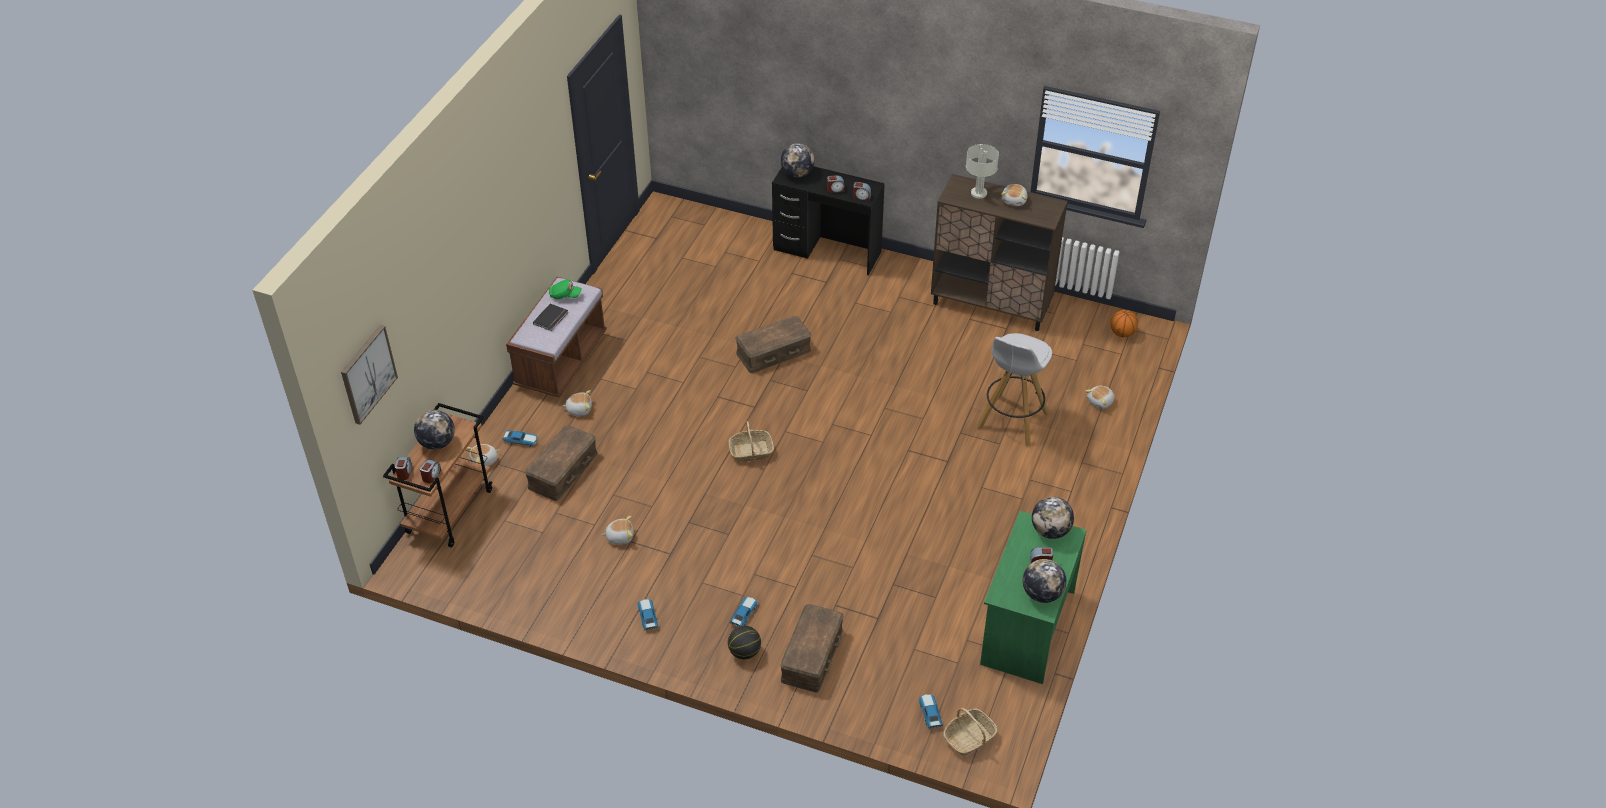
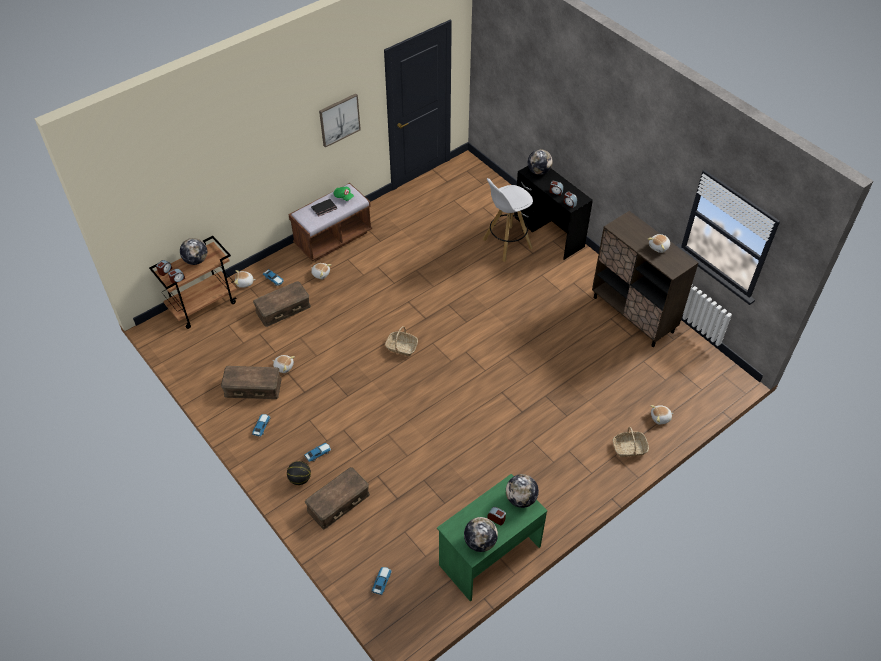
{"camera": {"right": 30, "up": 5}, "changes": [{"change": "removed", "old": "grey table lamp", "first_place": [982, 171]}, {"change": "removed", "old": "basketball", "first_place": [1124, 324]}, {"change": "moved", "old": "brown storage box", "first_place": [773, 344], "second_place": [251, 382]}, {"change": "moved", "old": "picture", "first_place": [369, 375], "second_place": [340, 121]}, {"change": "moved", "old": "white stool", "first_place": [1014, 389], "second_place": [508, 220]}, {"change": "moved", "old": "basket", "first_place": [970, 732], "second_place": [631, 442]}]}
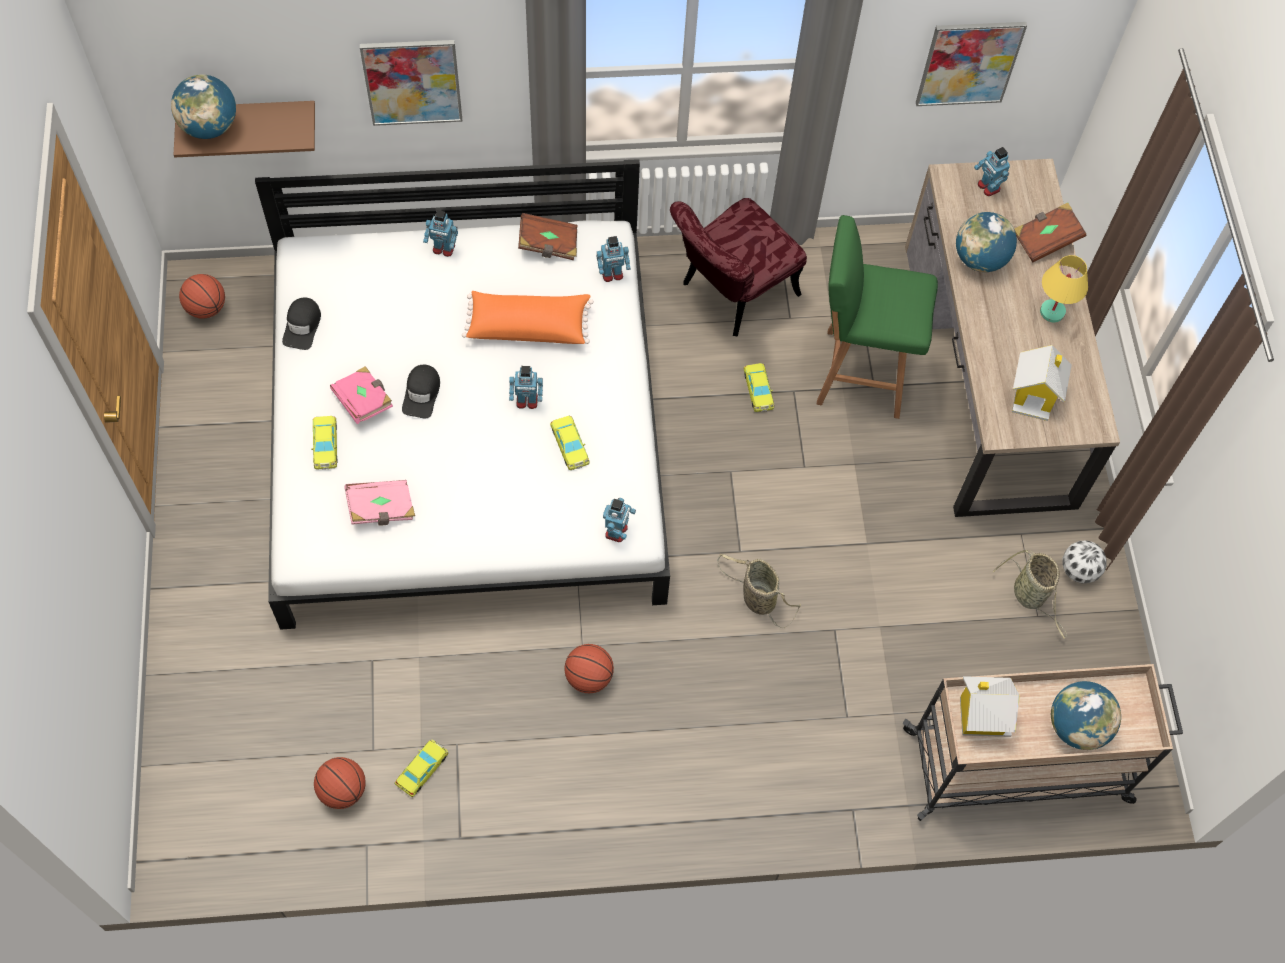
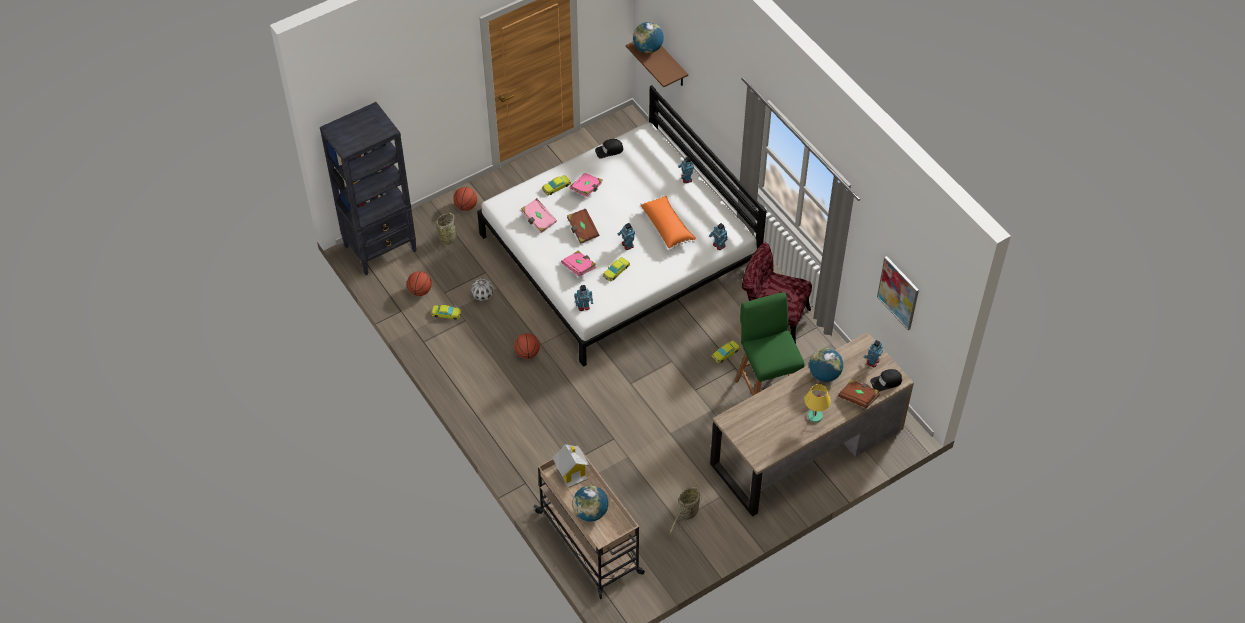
{"camera": {"right": 65, "up": -10}, "changes": [{"change": "removed", "old": "picture", "first_place": [411, 83]}, {"change": "moved", "old": "brown book", "first_place": [547, 236], "second_place": [583, 226]}, {"change": "moved", "old": "basketball", "first_place": [202, 296], "second_place": [465, 199]}, {"change": "removed", "old": "toy house", "first_place": [1042, 383]}, {"change": "moved", "old": "black cap", "first_place": [421, 391], "second_place": [886, 380]}, {"change": "moved", "old": "football", "first_place": [1084, 561], "second_place": [482, 289]}, {"change": "moved", "old": "basket", "first_place": [759, 591], "second_place": [448, 233]}, {"change": "added", "new": "black bookcase", "second_place": [368, 188]}, {"change": "added", "new": "pink book", "second_place": [578, 264]}]}
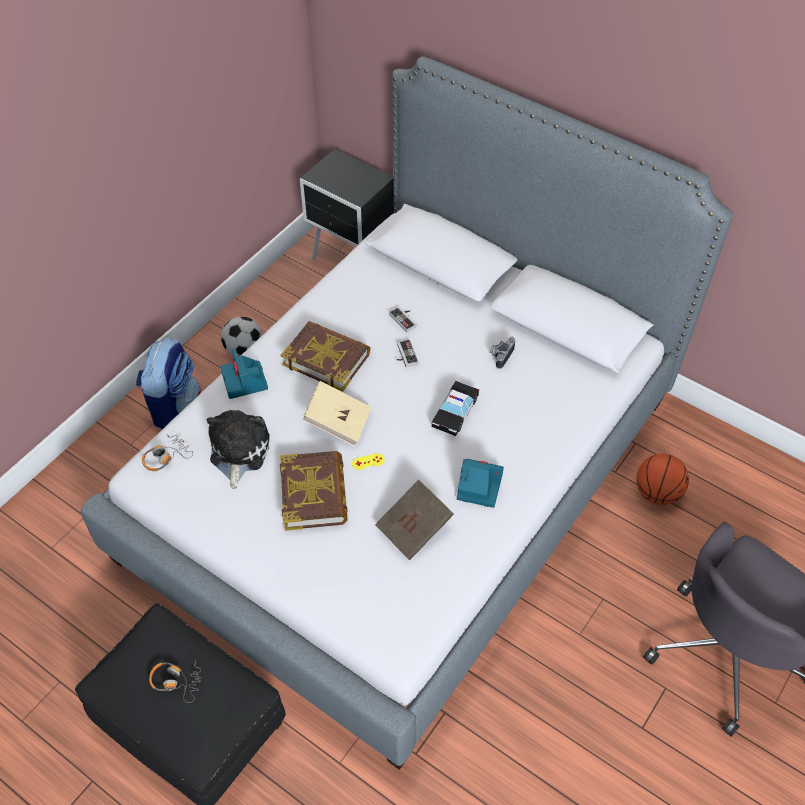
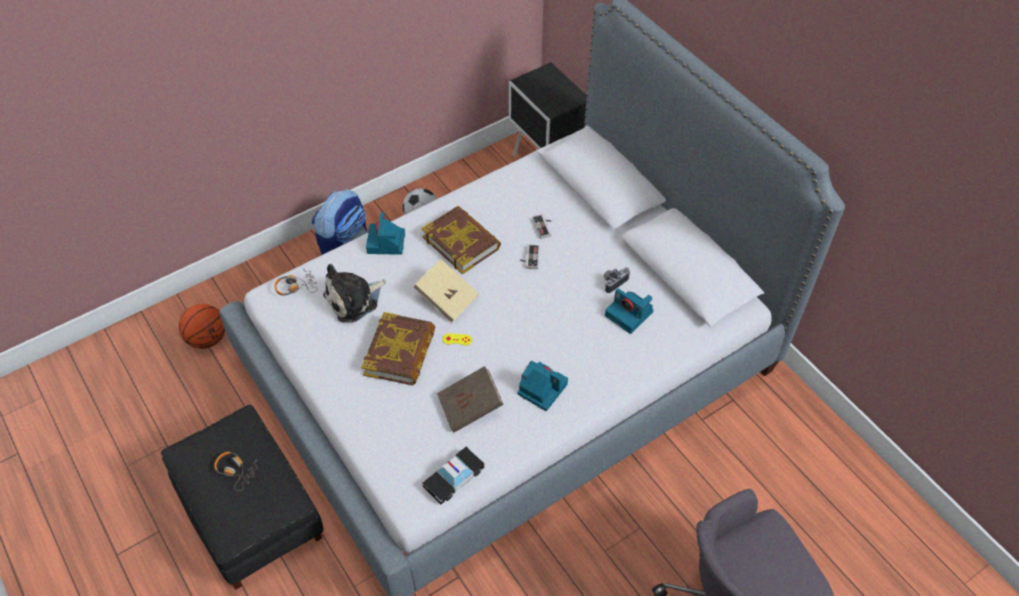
{"camera": {"right": 20, "up": 0}, "changes": [{"change": "moved", "old": "toy car", "first_place": [455, 408], "second_place": [453, 476]}, {"change": "turned", "old": "plush toy", "first_place": [238, 449], "second_place": [354, 293], "degrees": -150}, {"change": "moved", "old": "basketball", "first_place": [662, 479], "second_place": [202, 326]}, {"change": "added", "new": "photo camera", "second_place": [629, 311]}]}
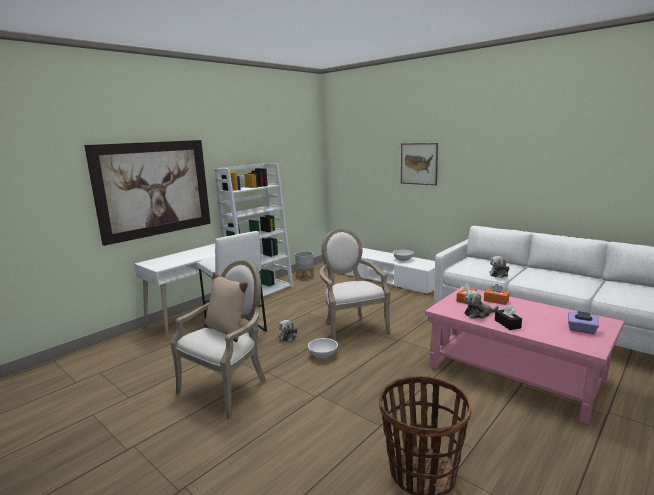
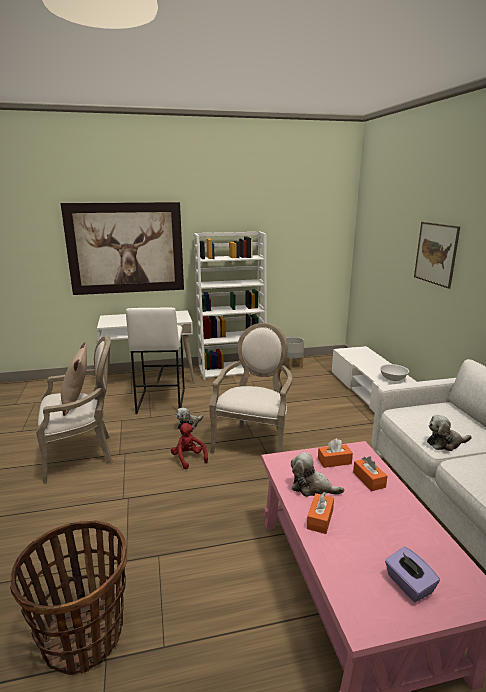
{"camera": {"right": 35, "up": 5}, "changes": [{"change": "recoloured", "old": "black tissue box", "new": "orange tissue box", "first_place": [508, 317], "second_place": [320, 513]}, {"change": "replaced", "old": "white bowl", "new": "red plush toy", "first_place": [323, 348], "second_place": [189, 446]}]}
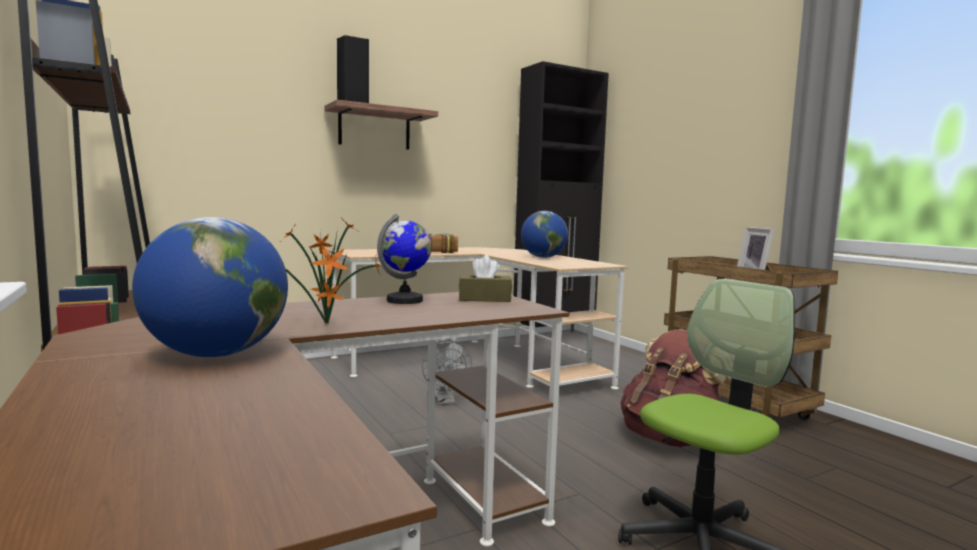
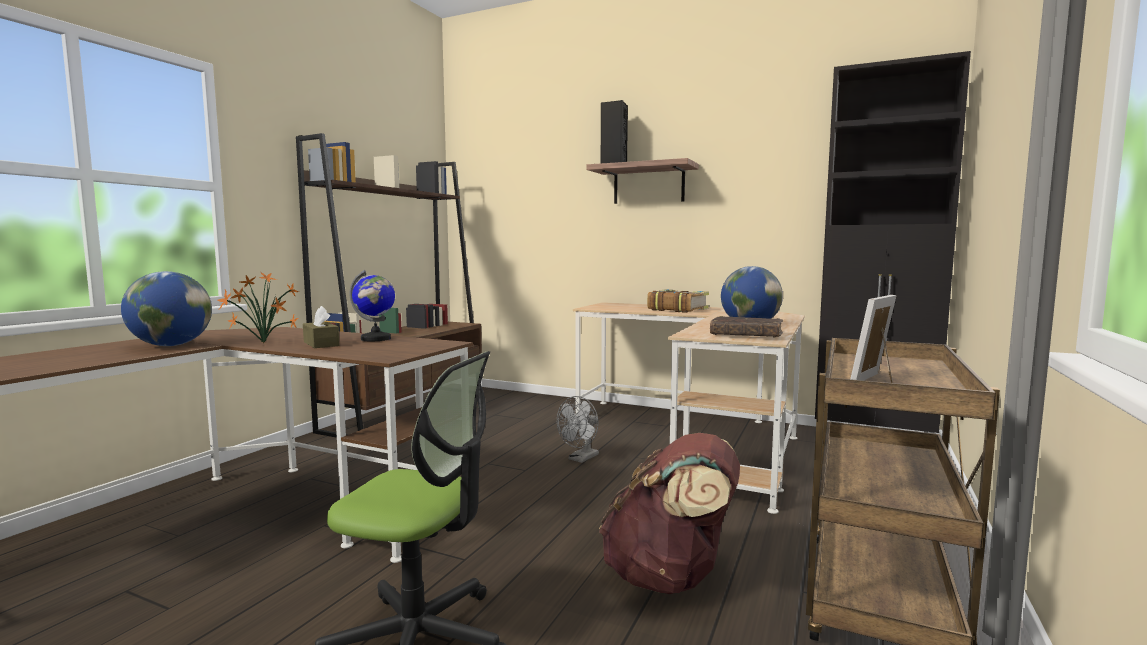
{"camera": {"right": 55, "up": 0}, "changes": [{"change": "moved", "old": "brown tissue box", "first_place": [485, 278], "second_place": [321, 327]}, {"change": "added", "new": "brown book", "second_place": [746, 326]}]}
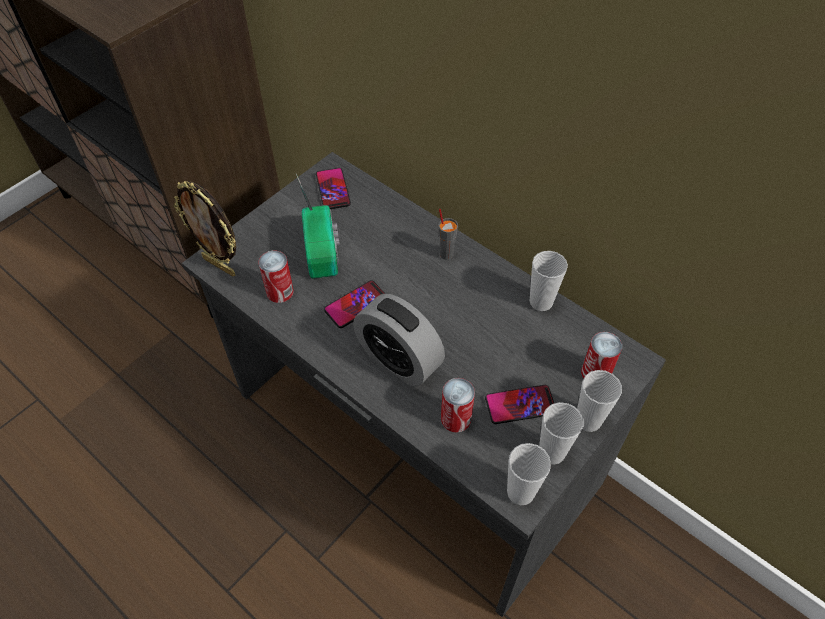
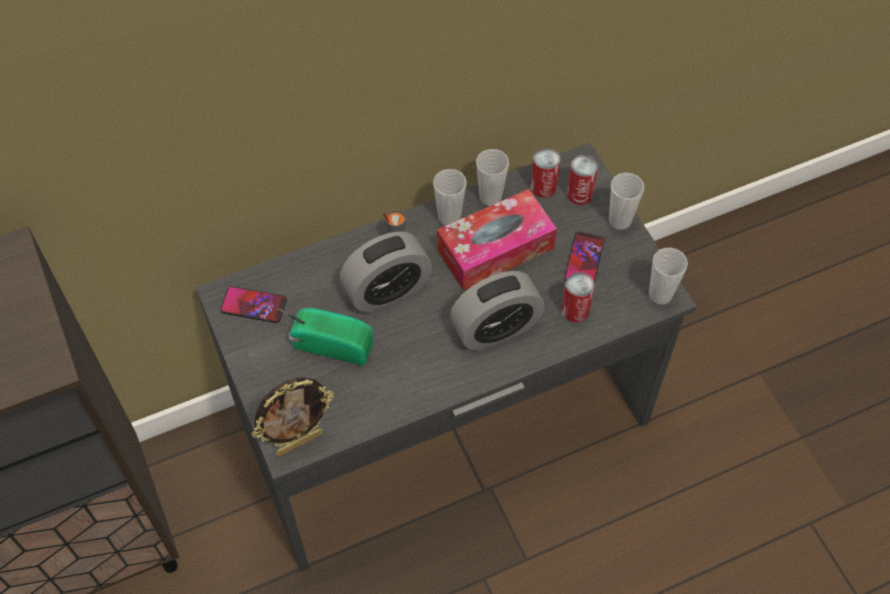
{"camera": {"right": -65, "up": 5}, "changes": [{"change": "moved", "old": "can", "first_place": [276, 277], "second_place": [545, 173]}, {"change": "removed", "old": "phone", "first_place": [354, 304]}, {"change": "moved", "old": "cup", "first_place": [561, 433], "second_place": [450, 197]}, {"change": "added", "new": "tissue box", "second_place": [497, 240]}, {"change": "added", "new": "alarm clock", "second_place": [386, 272]}]}
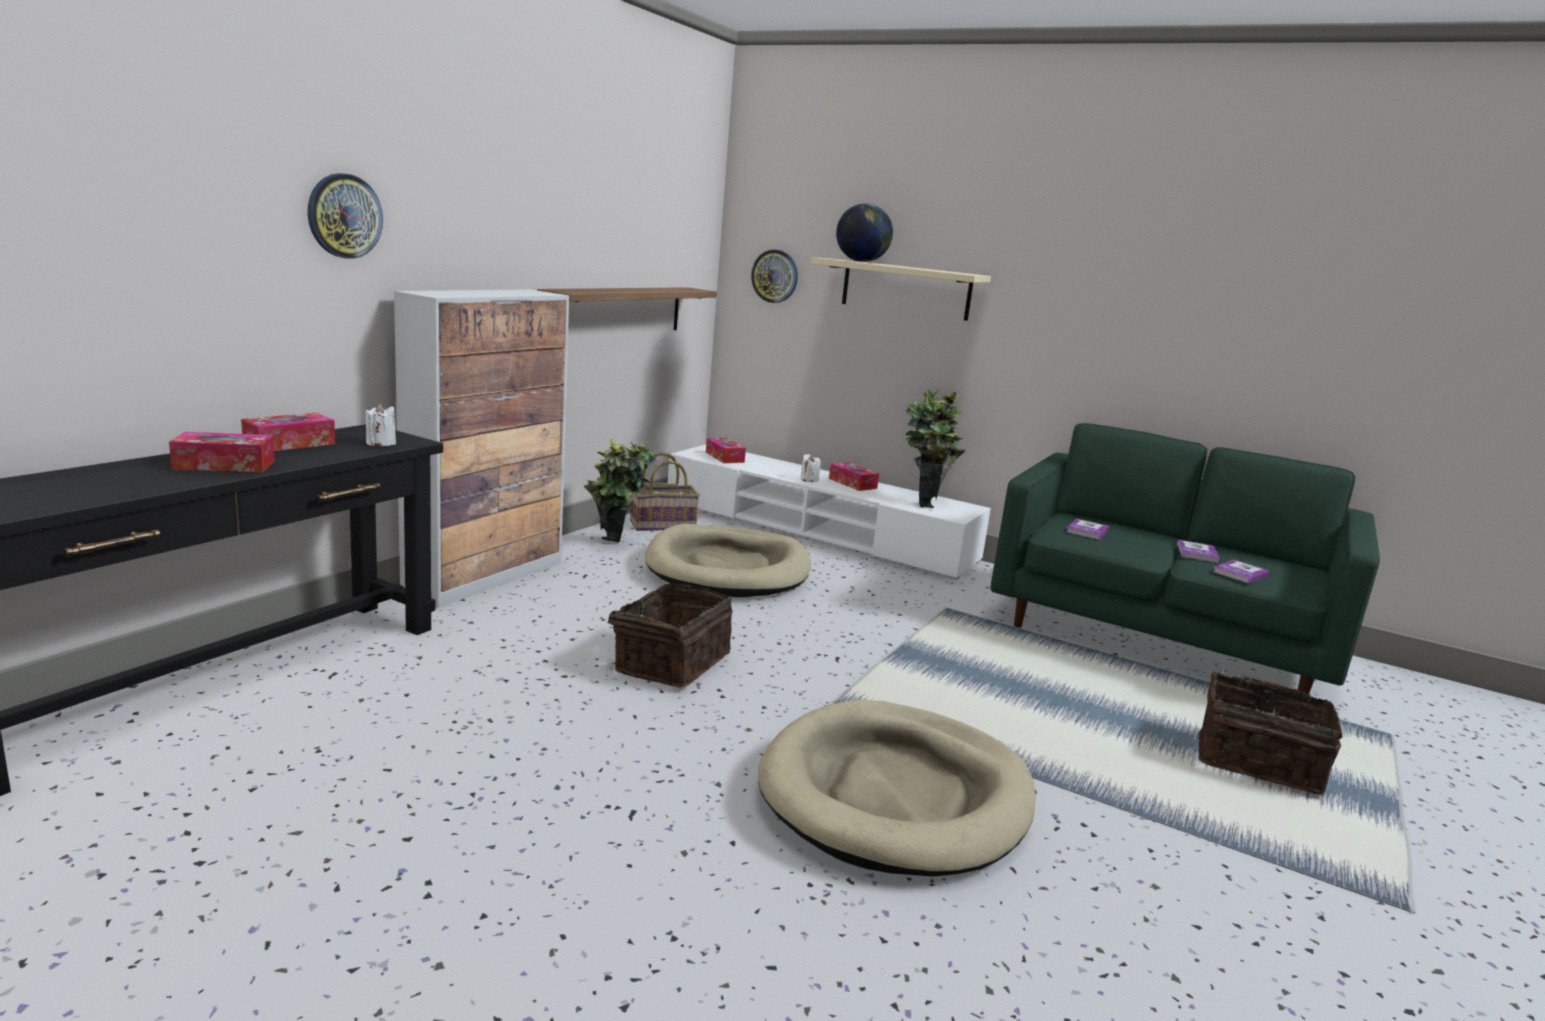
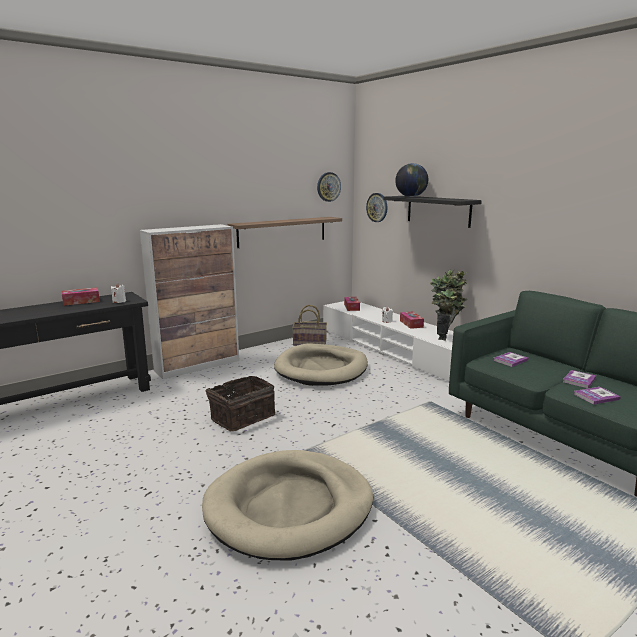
{"camera": {"right": 25, "up": 0}, "changes": [{"change": "moved", "old": "wall clock", "first_place": [345, 216], "second_place": [329, 187]}, {"change": "recoloured", "old": "beige shelf", "new": "black shelf", "first_place": [901, 289], "second_place": [432, 212]}, {"change": "removed", "old": "tissue box", "first_place": [222, 452]}, {"change": "removed", "old": "potted plant", "first_place": [619, 490]}, {"change": "removed", "old": "basket", "first_place": [1270, 732]}]}
